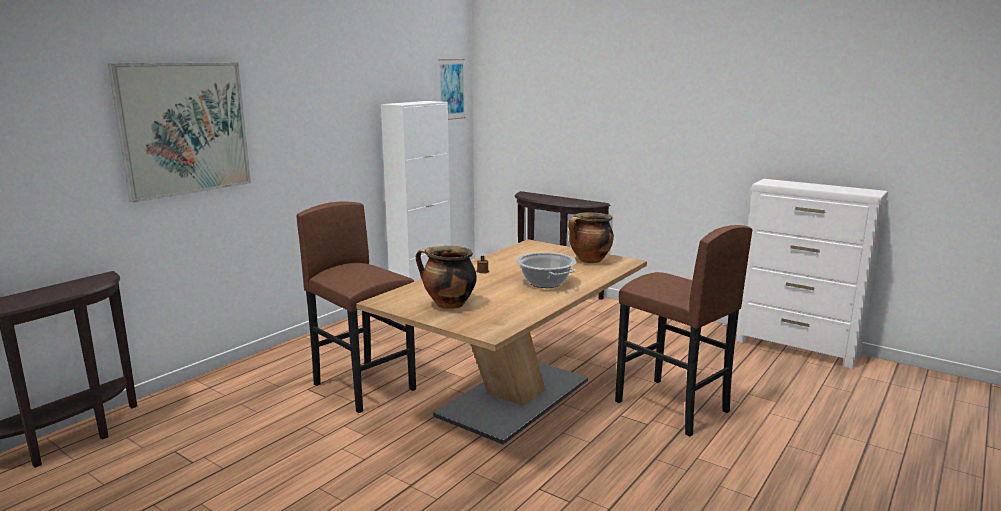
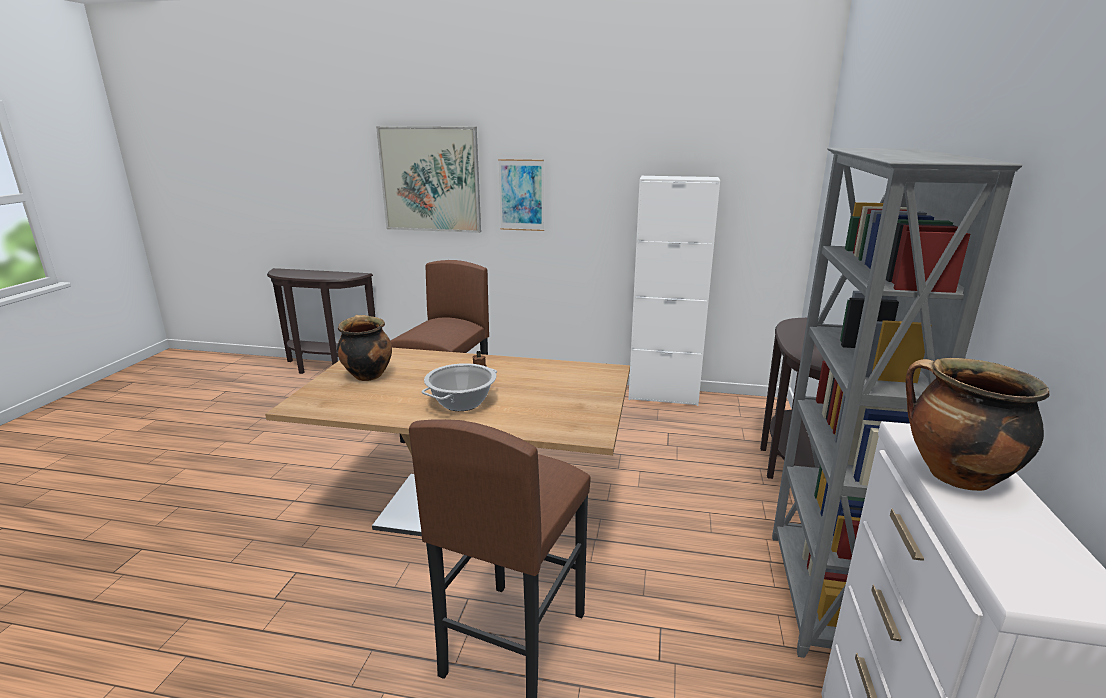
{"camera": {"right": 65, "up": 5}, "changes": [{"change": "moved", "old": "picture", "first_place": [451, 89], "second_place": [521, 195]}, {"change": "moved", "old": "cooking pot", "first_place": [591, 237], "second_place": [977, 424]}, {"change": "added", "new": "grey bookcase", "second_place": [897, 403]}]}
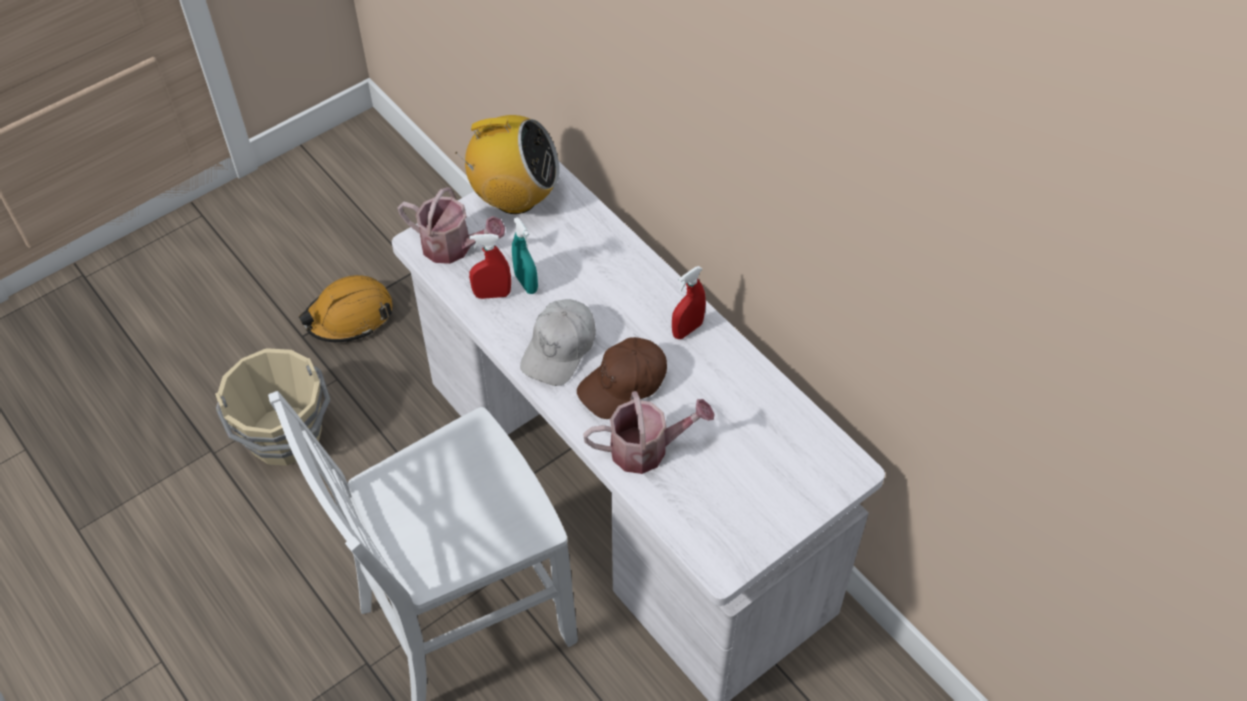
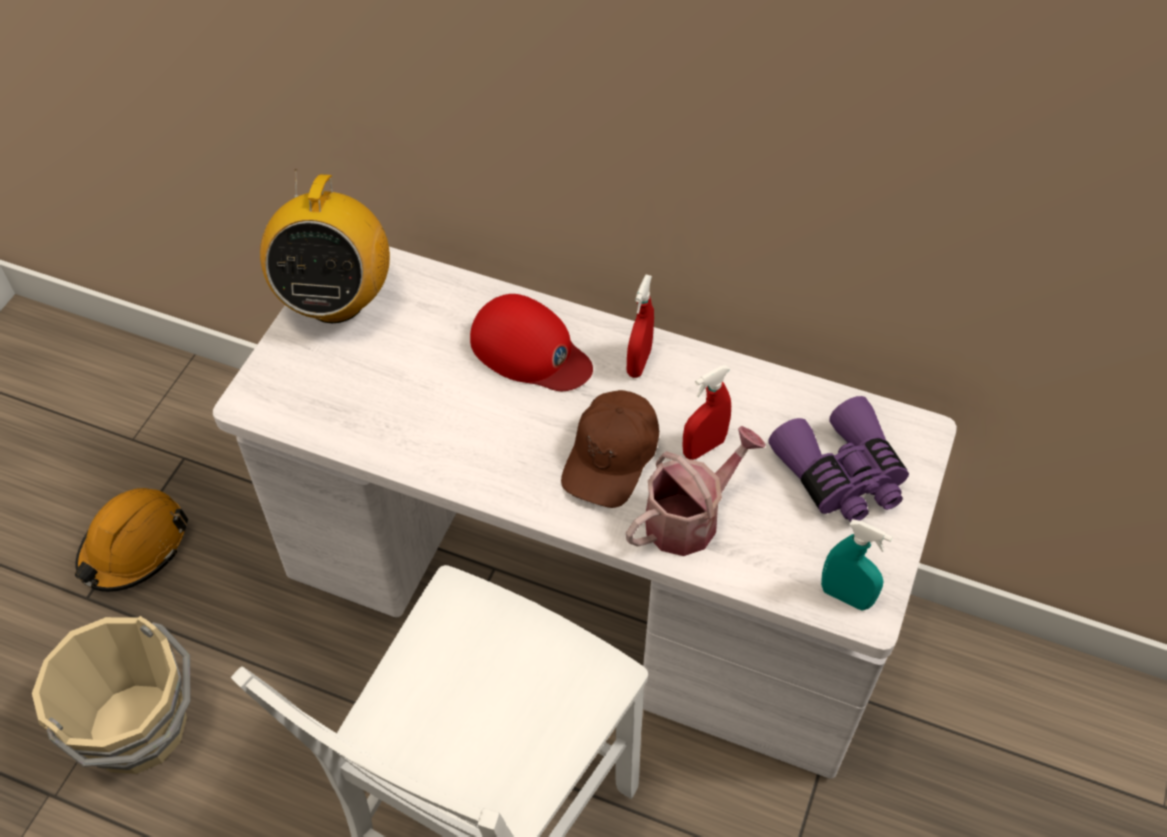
{"camera": {"right": -30, "up": 0}, "changes": [{"change": "turned", "old": "radio", "first_place": [507, 164], "second_place": [325, 246], "degrees": 120}, {"change": "removed", "old": "watering can", "first_place": [451, 225]}, {"change": "moved", "old": "turquoise spray bottle", "first_place": [525, 255], "second_place": [857, 564]}, {"change": "moved", "old": "red spray bottle", "first_place": [490, 266], "second_place": [707, 412]}, {"change": "removed", "old": "white cap", "first_place": [558, 342]}, {"change": "added", "new": "red cap", "second_place": [531, 342]}, {"change": "added", "new": "purple binoculars", "second_place": [839, 459]}]}
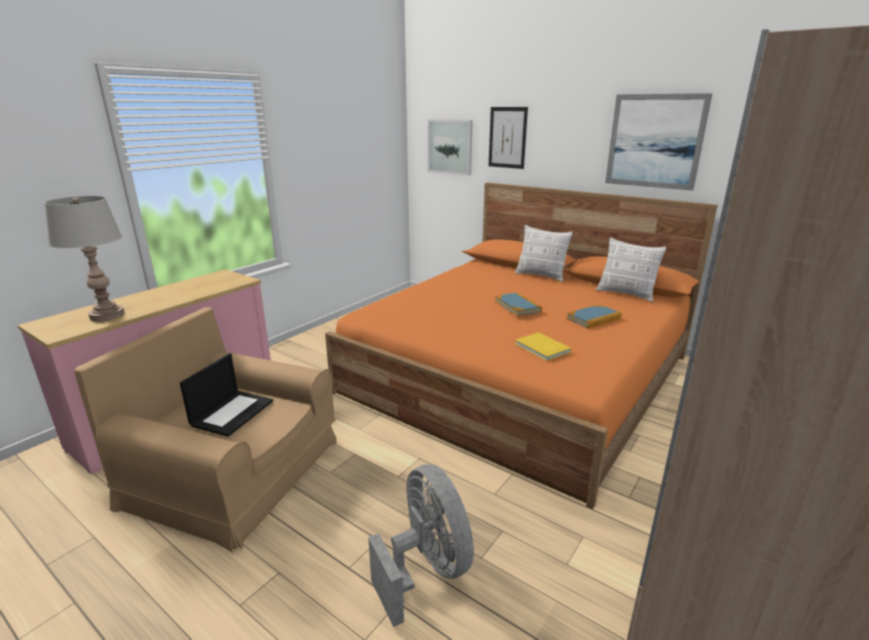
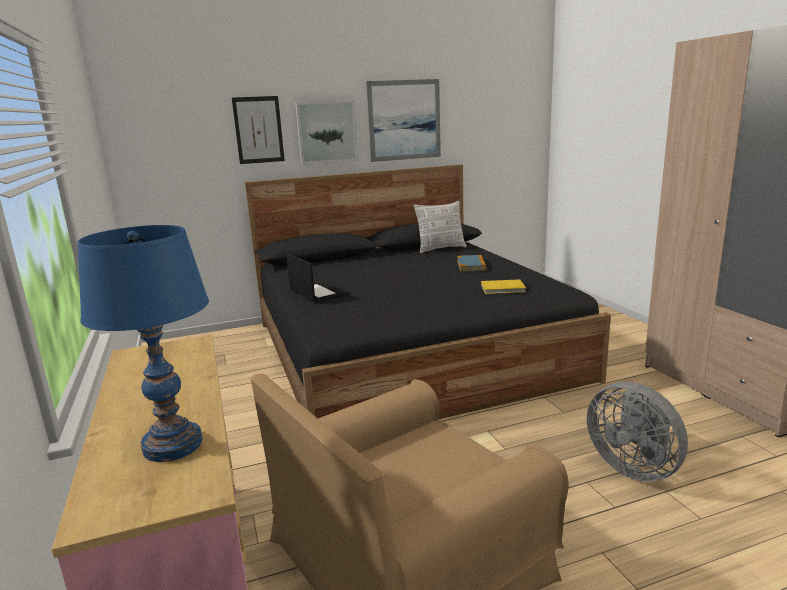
{"camera": {"right": -55, "up": -5}, "changes": [{"change": "moved", "old": "picture", "first_place": [450, 147], "second_place": [326, 132]}, {"change": "recoloured", "old": "orange bed", "new": "black bed", "first_place": [521, 346], "second_place": [428, 291]}, {"change": "recoloured", "old": "grey table lamp", "new": "blue table lamp", "first_place": [84, 259], "second_place": [143, 343]}, {"change": "removed", "old": "pillow", "first_place": [544, 253]}, {"change": "removed", "old": "book", "first_place": [518, 304]}, {"change": "moved", "old": "laptop", "first_place": [226, 395], "second_place": [317, 278]}, {"change": "turned", "old": "grey fan", "first_place": [421, 545], "second_place": [637, 432], "degrees": -135}]}
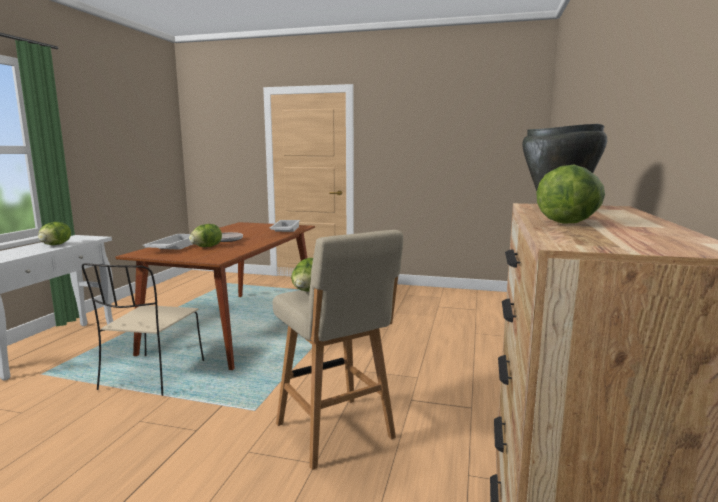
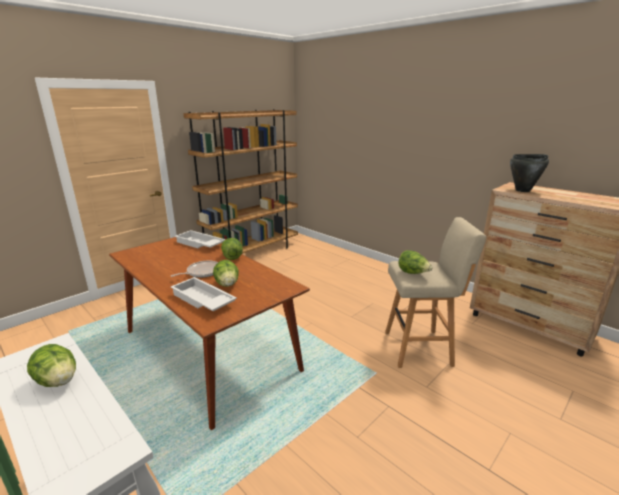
{"camera": {"right": -60, "up": 10}, "changes": [{"change": "moved", "old": "lettuce", "first_place": [570, 194], "second_place": [232, 249]}, {"change": "removed", "old": "beige chair", "first_place": [143, 329]}, {"change": "added", "new": "brown bookcase", "second_place": [240, 181]}]}
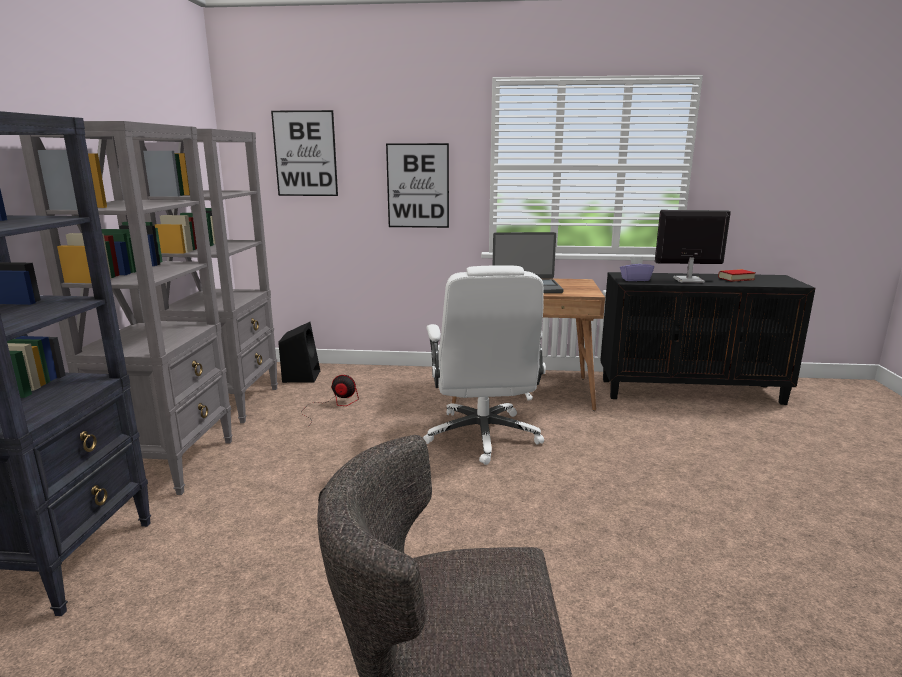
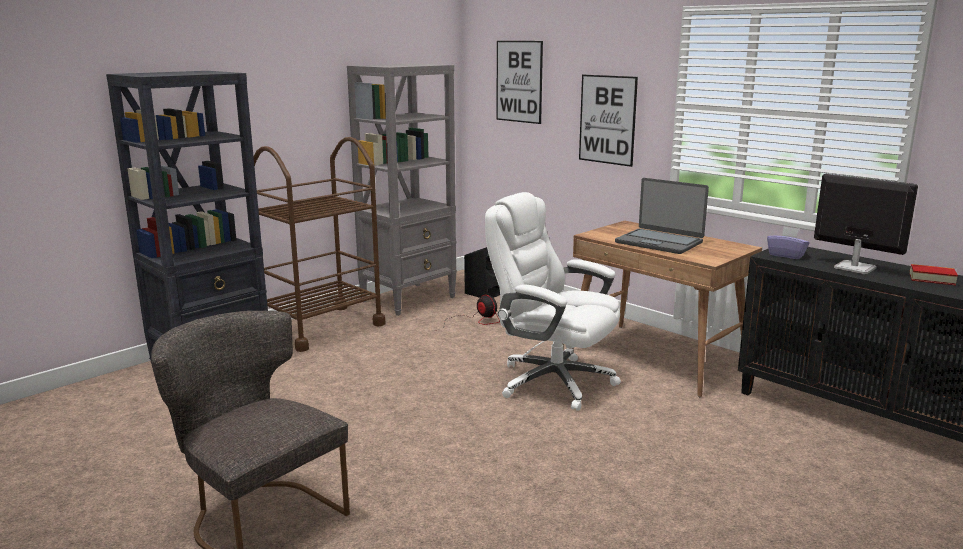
{"camera": {"right": 40, "up": 0}, "changes": [{"change": "replaced", "old": "grey bookcase", "new": "brown cart", "first_place": [126, 308], "second_place": [319, 244]}, {"change": "turned", "old": "white office chair", "first_place": [484, 365], "second_place": [553, 301], "degrees": 90}]}
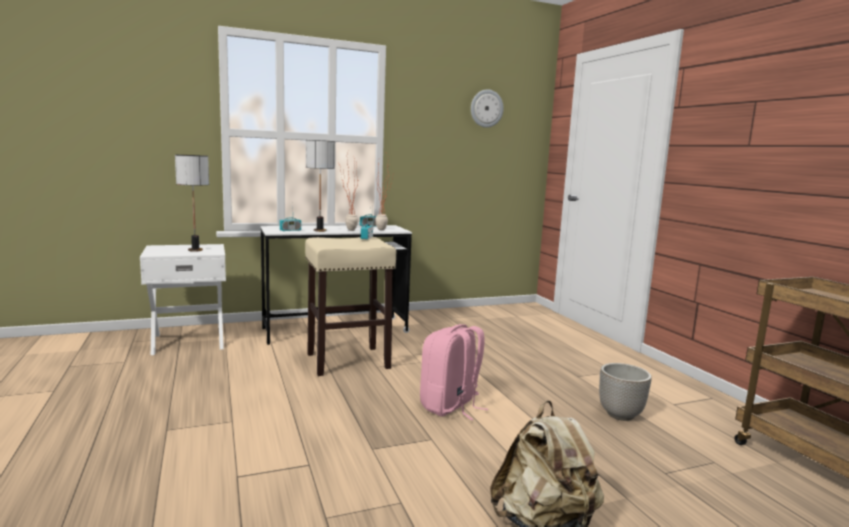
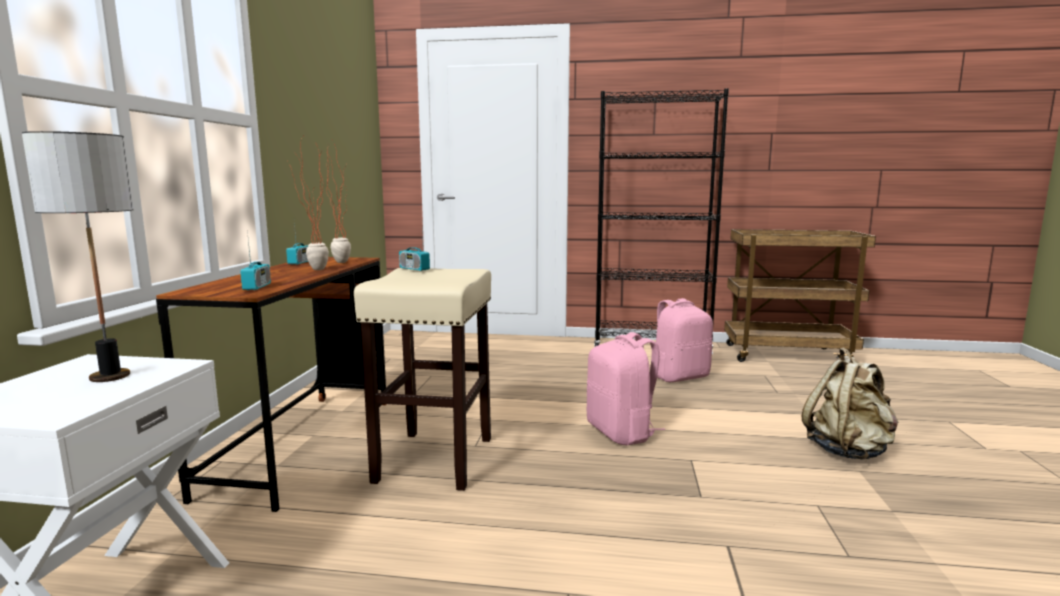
{"camera": {"right": -60, "up": 0}, "changes": [{"change": "removed", "old": "wall clock", "first_place": [487, 108]}, {"change": "removed", "old": "table lamp", "first_place": [320, 186]}, {"change": "recoloured", "old": "white desk", "new": "brown desk", "first_place": [336, 285], "second_place": [271, 384]}, {"change": "replaced", "old": "planter", "new": "pink backpack", "first_place": [625, 392], "second_place": [684, 340]}, {"change": "added", "new": "black bookcase", "second_place": [661, 221]}]}
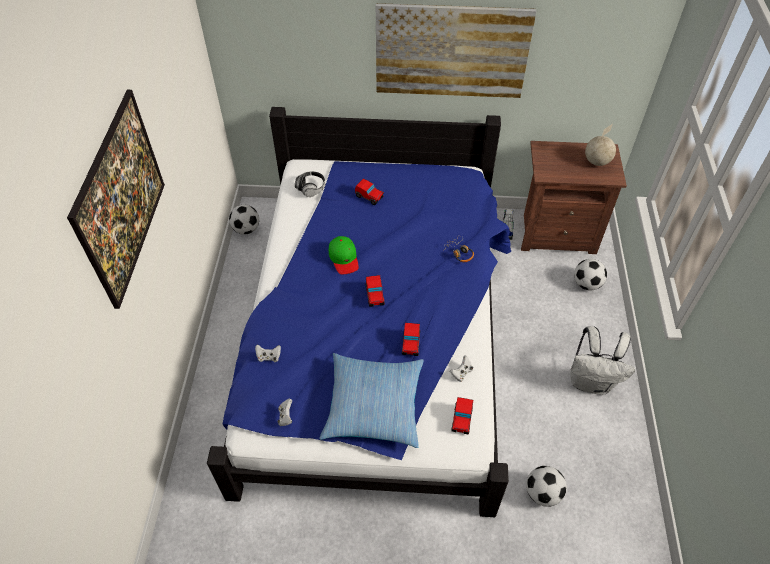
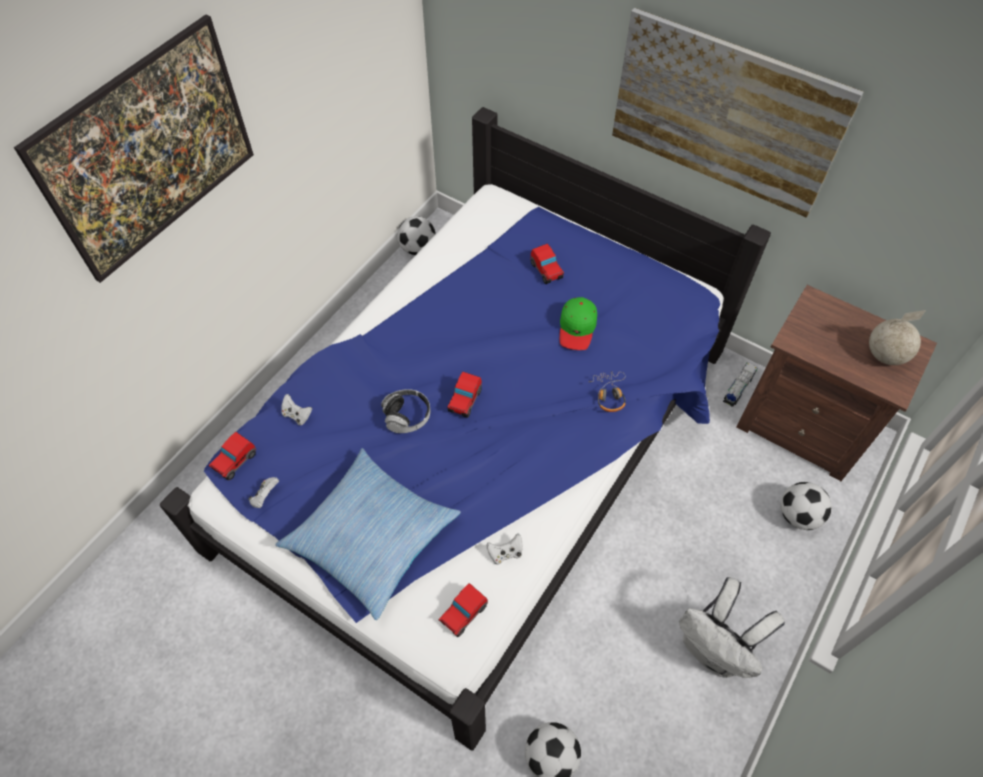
{"camera": {"right": 30, "up": 5}, "changes": [{"change": "moved", "old": "headphones", "first_place": [310, 184], "second_place": [405, 411]}, {"change": "moved", "old": "green cap", "first_place": [344, 255], "second_place": [578, 323]}, {"change": "moved", "old": "toy car", "first_place": [411, 339], "second_place": [232, 456]}]}
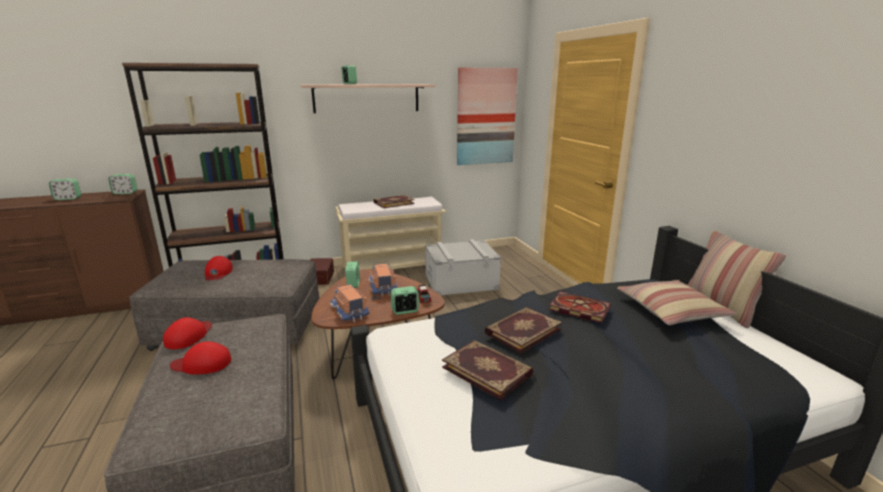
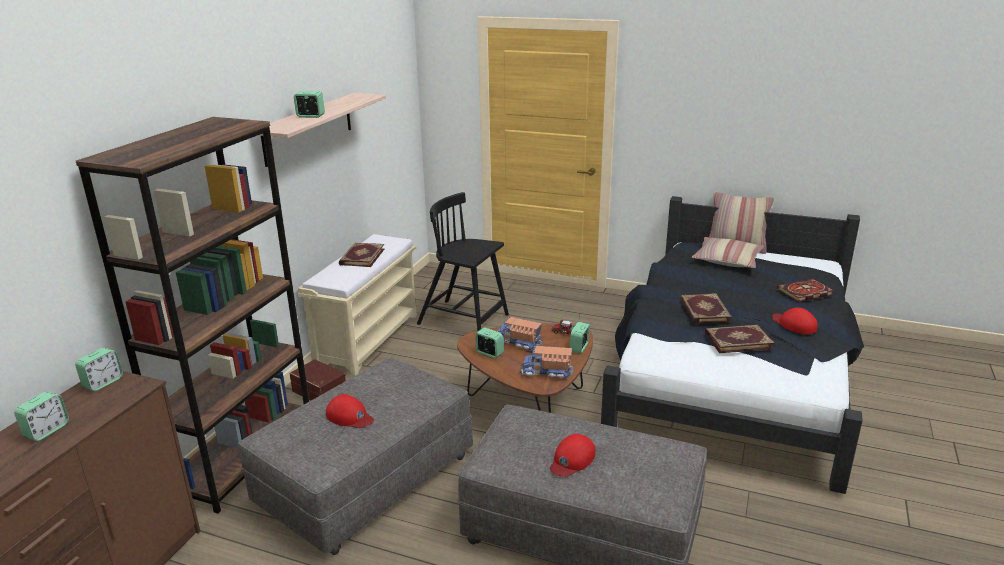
{"camera": {"right": -50, "up": 5}, "changes": [{"change": "removed", "old": "picture", "first_place": [487, 116]}, {"change": "replaced", "old": "grey storage box", "new": "black chair", "first_place": [463, 267], "second_place": [463, 261]}, {"change": "moved", "old": "book", "first_place": [580, 307], "second_place": [805, 290]}, {"change": "moved", "old": "red cap", "first_place": [187, 333], "second_place": [795, 321]}]}
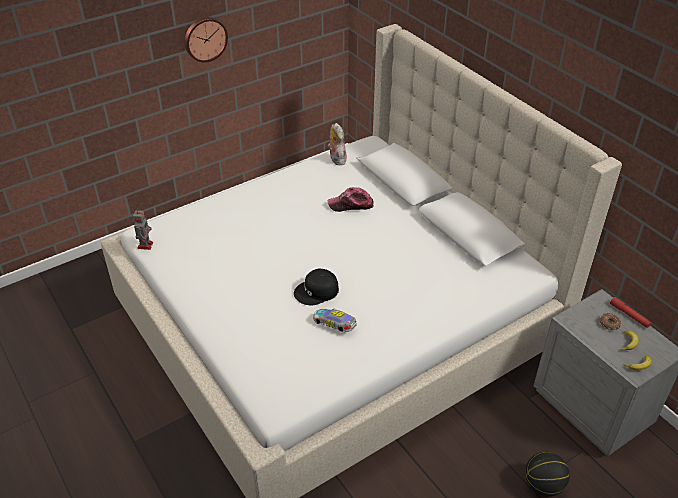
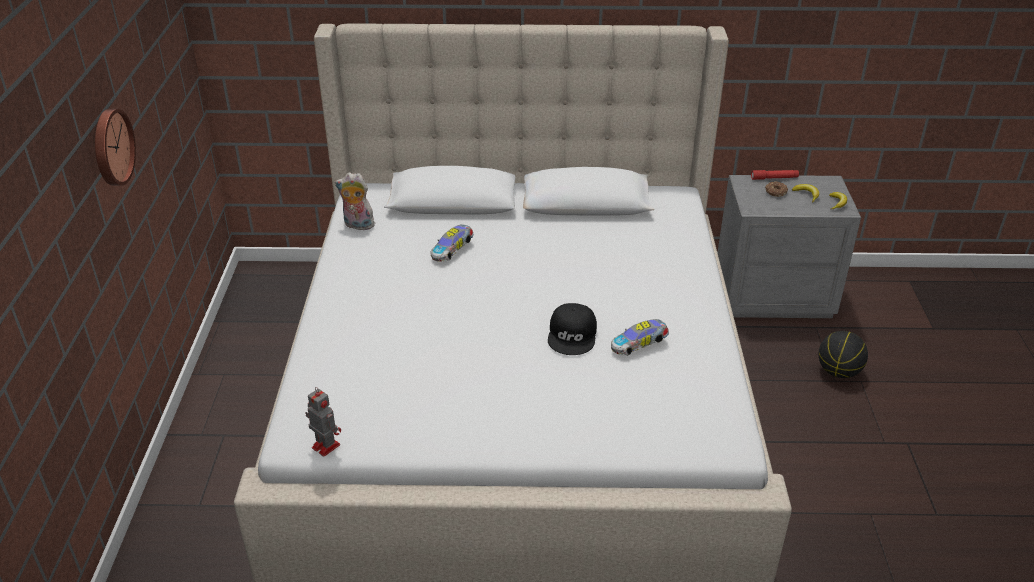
{"camera": {"right": -55, "up": -5}, "changes": [{"change": "replaced", "old": "cap", "new": "toy car", "first_place": [351, 199], "second_place": [451, 243]}]}
